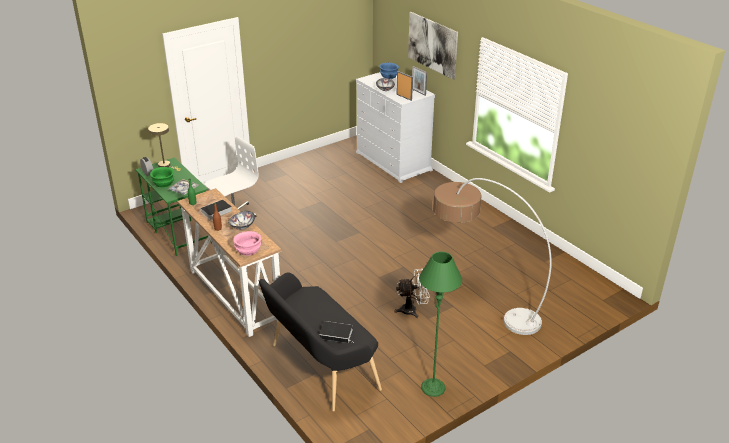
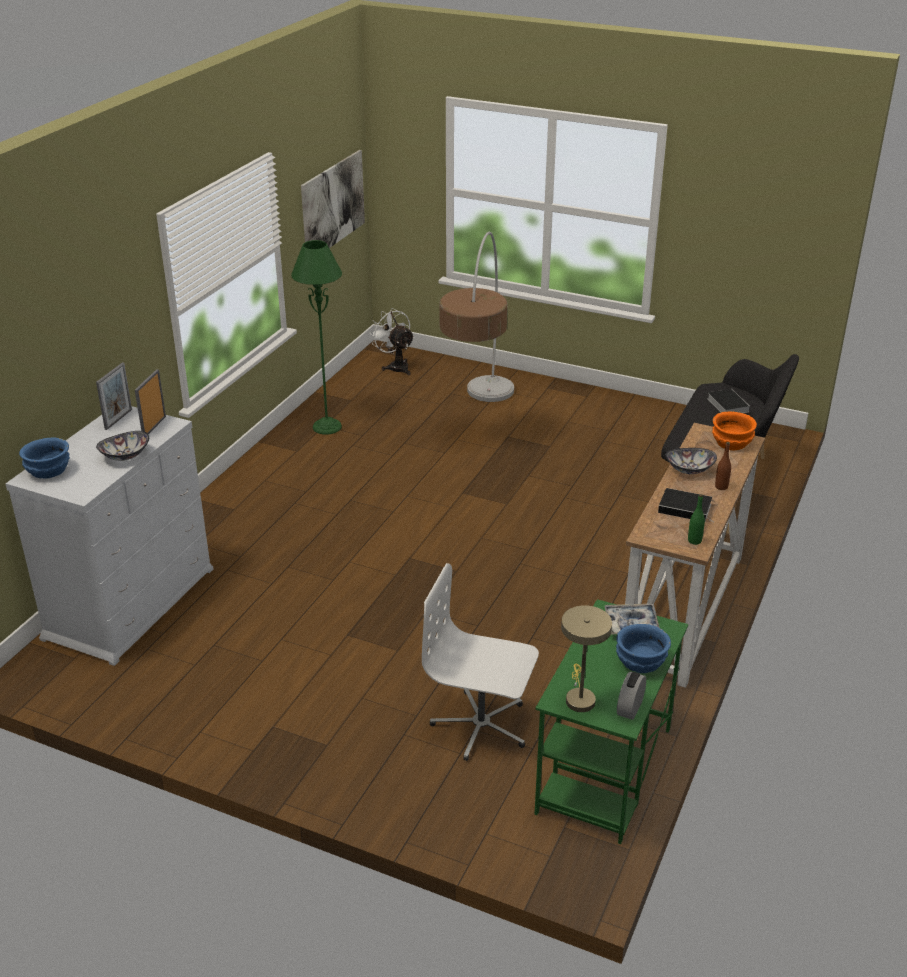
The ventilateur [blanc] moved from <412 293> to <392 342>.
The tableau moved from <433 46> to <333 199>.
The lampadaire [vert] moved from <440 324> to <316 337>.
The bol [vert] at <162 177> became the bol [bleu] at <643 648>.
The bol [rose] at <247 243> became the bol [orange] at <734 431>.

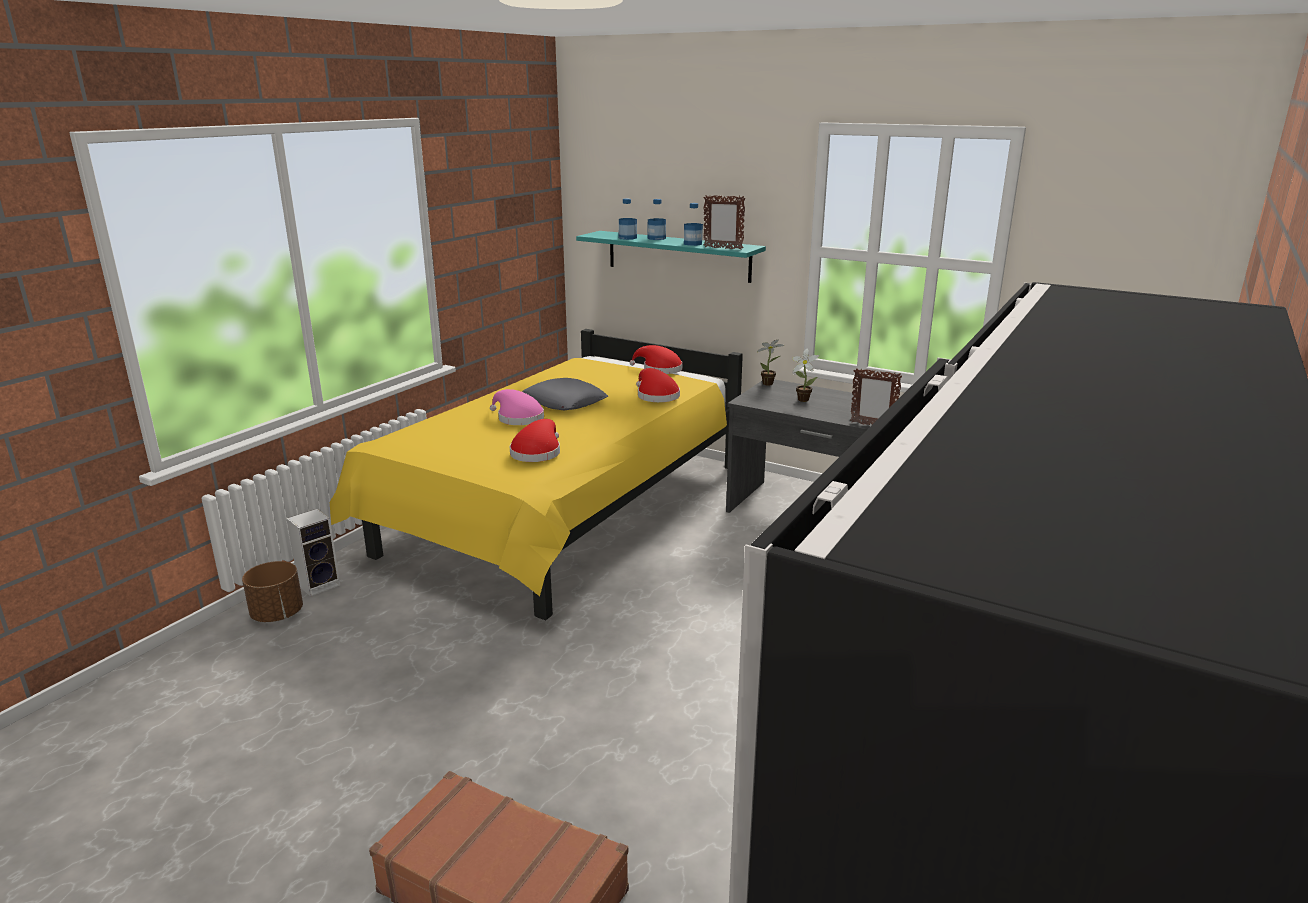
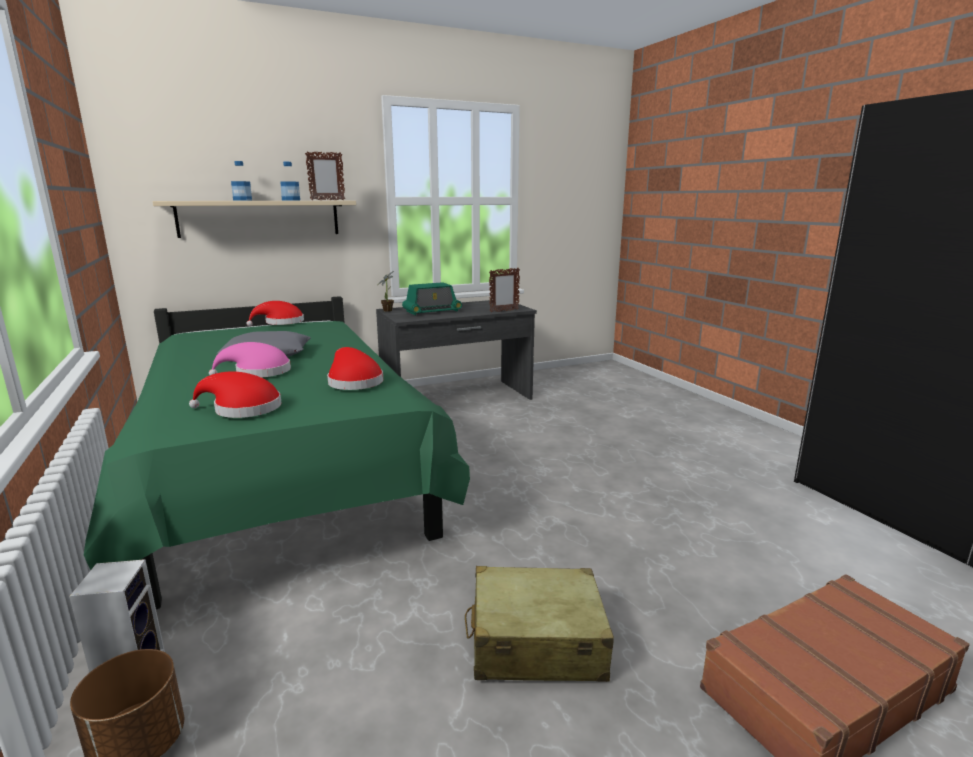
The bouteille at <628 219> disappeared.
The valise [beige] at <539 624> appeared.
The chapeau [rouge] moved from <658 385> to <235 394>.
The plante en pot at <805 375> was replaced by the radio at <432 298>.
The lit [jaune] at <536 474> became the lit [vert] at <277 452>.
The étagère [turquoise] at <671 257> became the étagère [beige] at <254 219>.

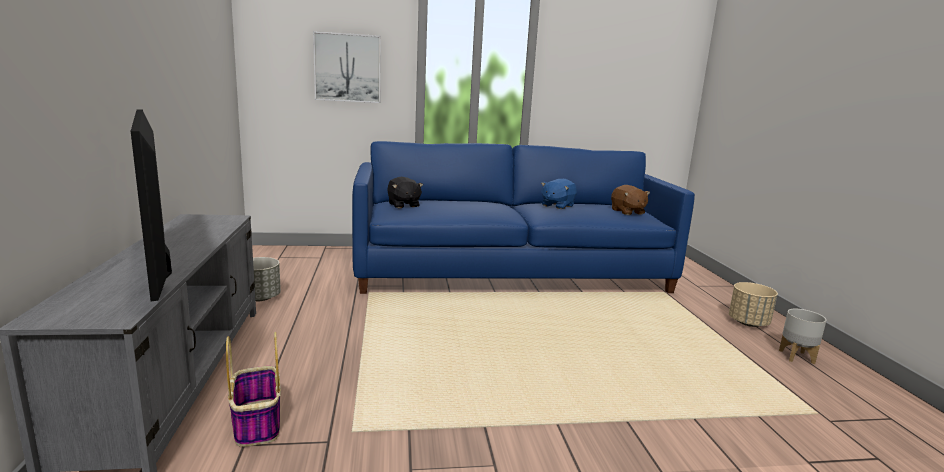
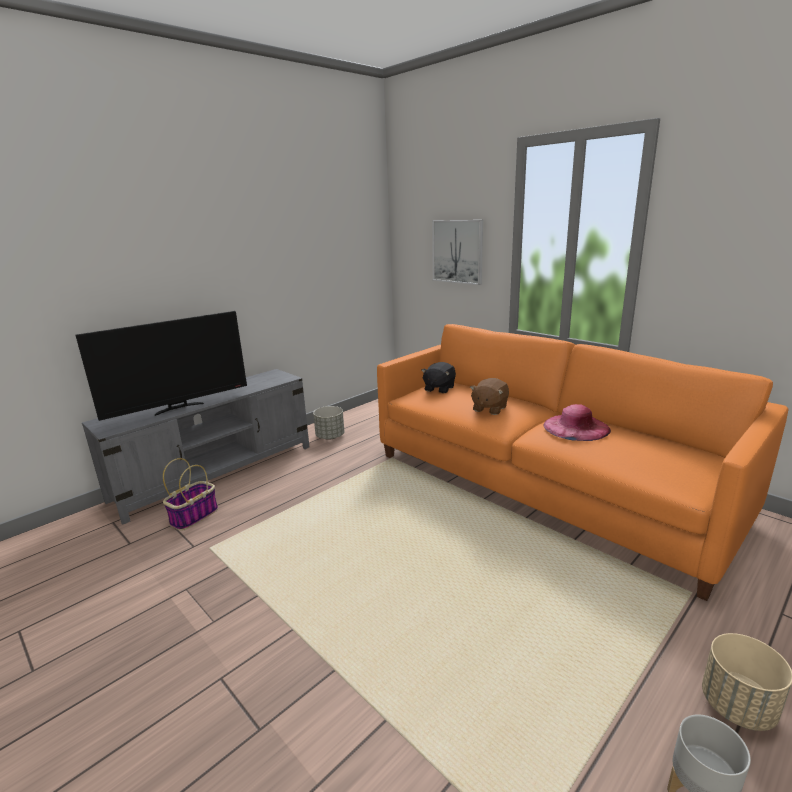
The peluche [marron] moved from <630 200> to <489 396>.
The peluche [bleu] at <559 194> was replaced by the chapeau [rose] at <577 422>.
The canapé [bleu] at <523 217> became the canapé [orange] at <582 462>.
The téléviseur at <151 205> turned 150 degrees counterclockwise.

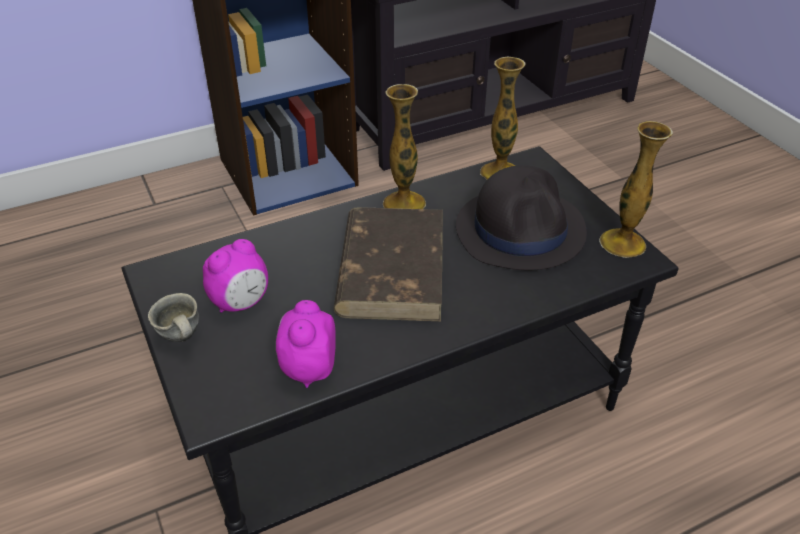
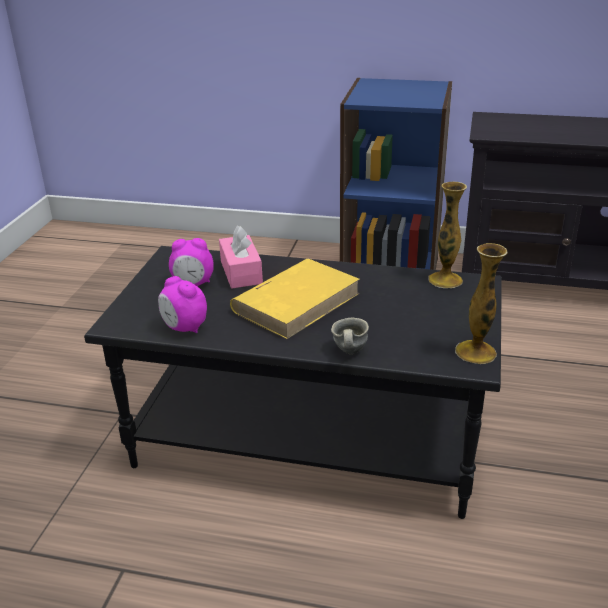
The vase at <404 146> disappeared.
The chapeau [noir] at <521 217> disappeared.
The boîte à mouchoirs [rose] at <241 256> appeared.
The mug [gris] moved from <173 317> to <350 336>.
The livre [marron] at <388 264> became the livre [jaune] at <295 299>.
The réveil at <306 344> turned 90 degrees counterclockwise.

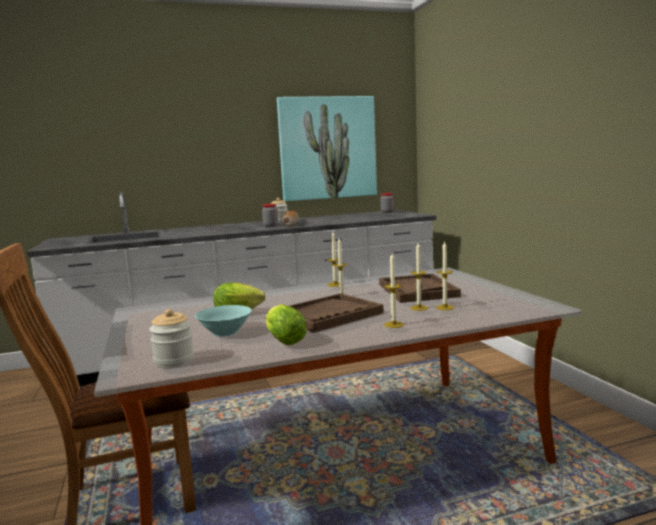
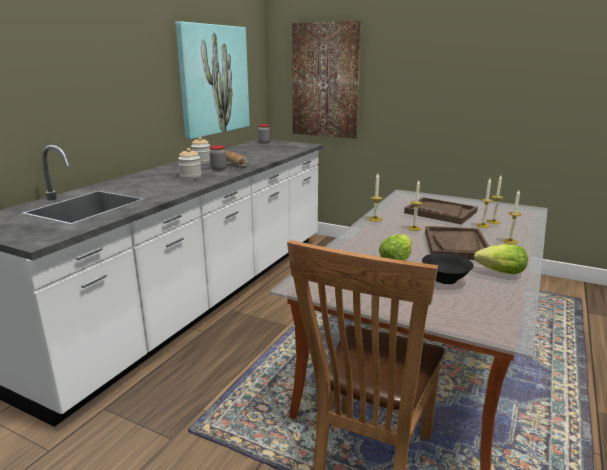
The tableau at <326 80> appeared.
The bocal moved from <171 338> to <190 163>.
The bol [turquoise] at <223 321> became the bol [noir] at <448 268>.

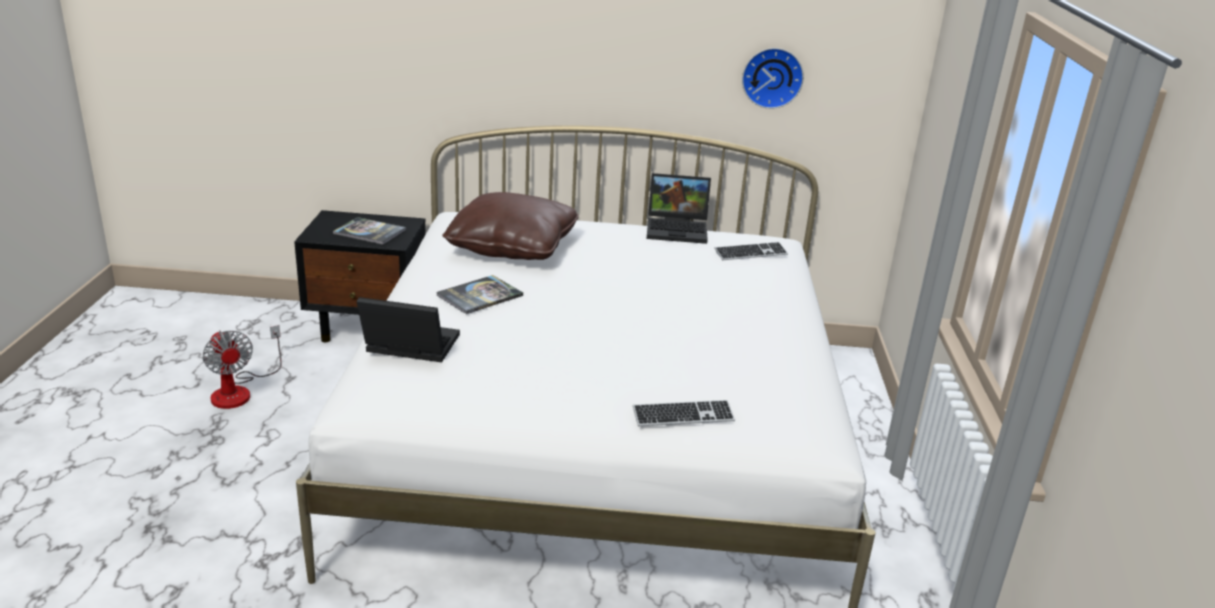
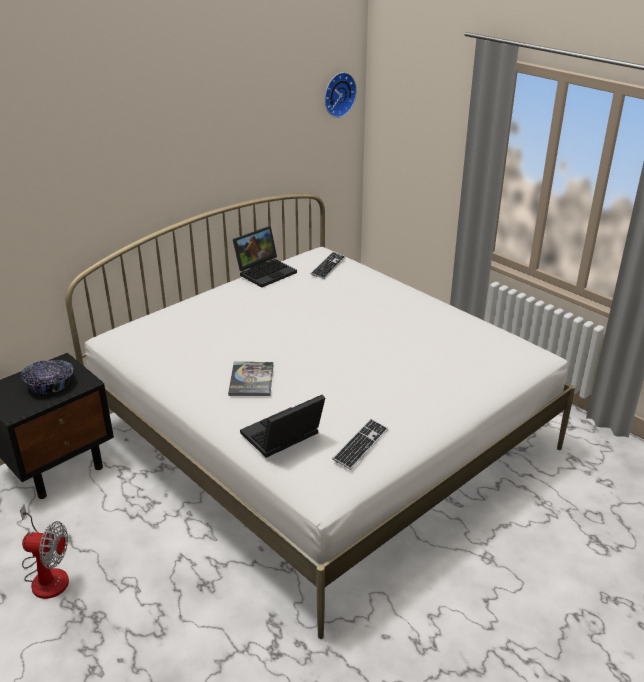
The coussin [marron] at <510 226> disappeared.
The clavier moved from <684 413> to <360 444>.
The horloge murale moved from <773 78> to <341 95>.
The livre at <369 231> was replaced by the bol at <47 377>.

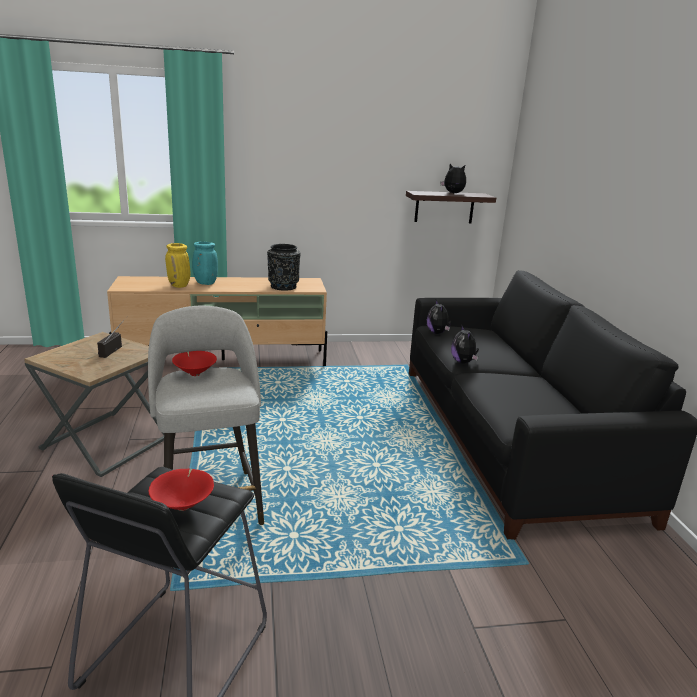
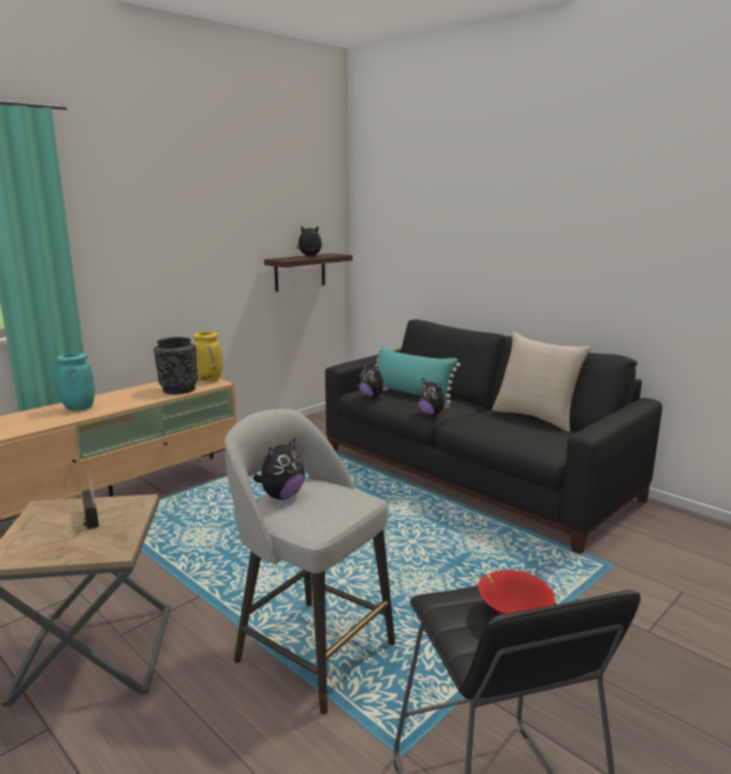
The coussin [turquoise] at <417 375> appeared.
The coussin [beige] at <542 382> appeared.
The vase [jaune] moved from <177 265> to <208 356>.
The bol [rouge] at <194 363> was replaced by the peluche at <279 468>.

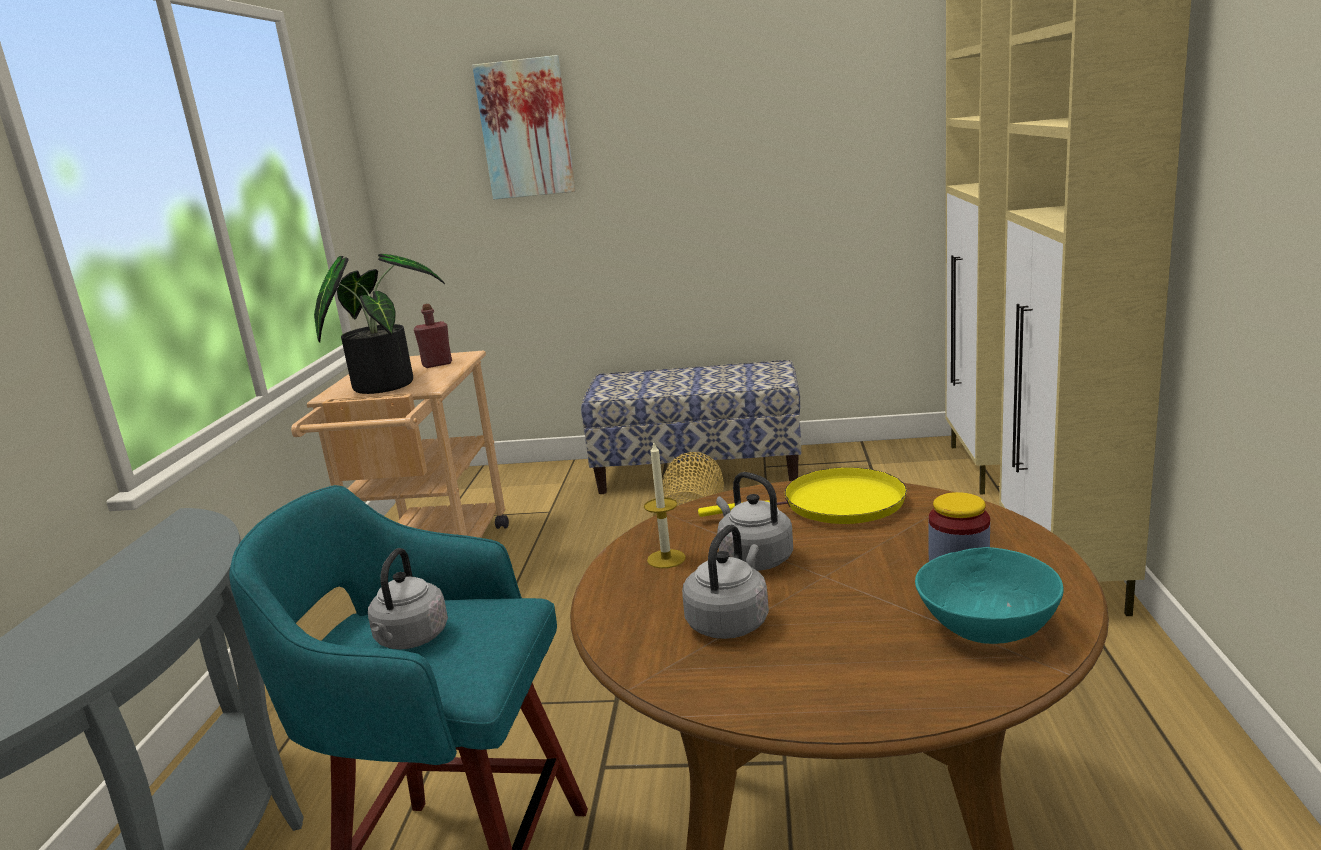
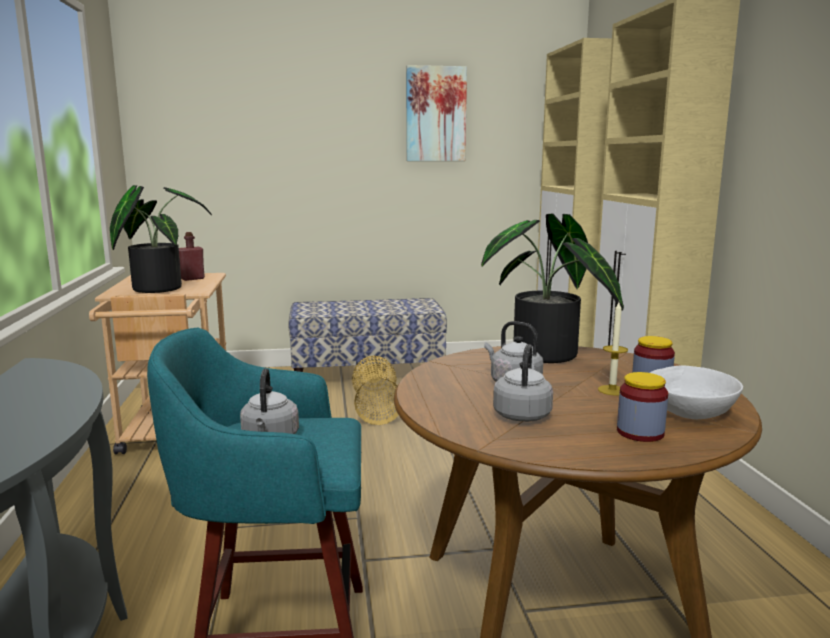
The bocal at <642 407> appeared.
The tableau moved from <524 127> to <436 113>.
The bougie moved from <665 504> to <613 349>.
The poêle [jaune] at <802 495> was replaced by the plante en pot at <552 288>.
The bol [turquoise] at <989 595> became the bol [blanc] at <696 392>.

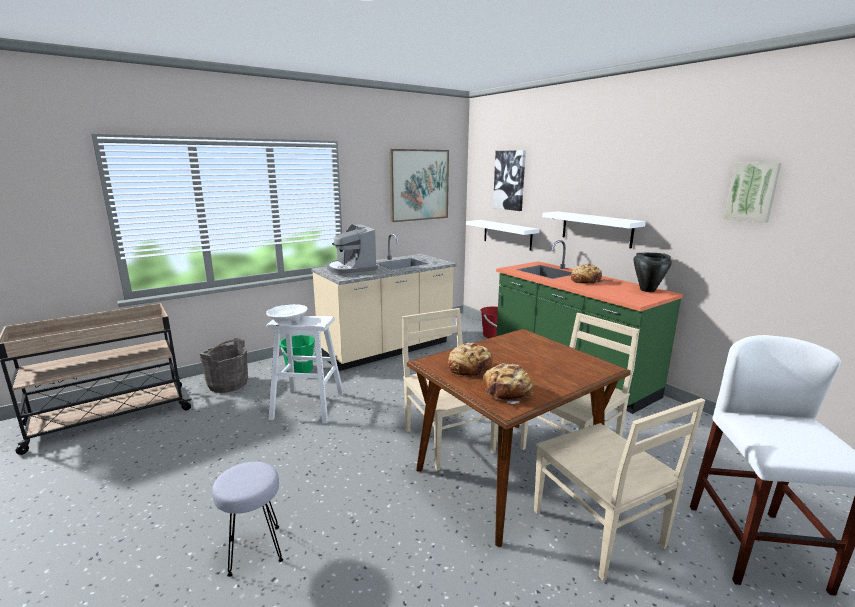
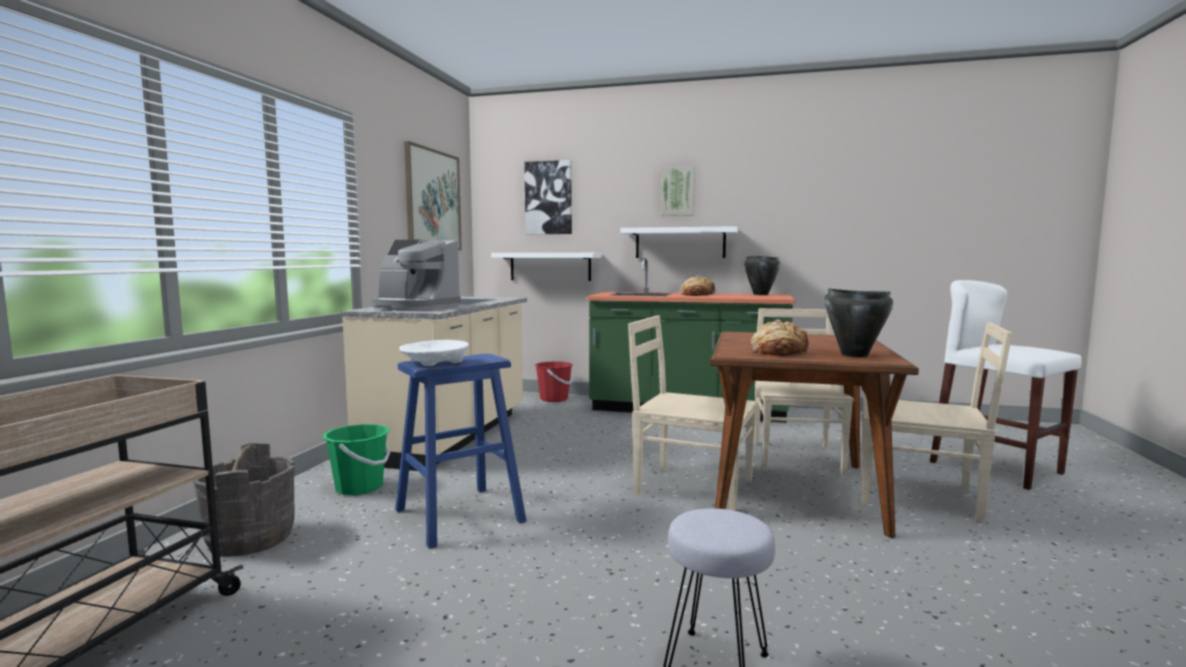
The tableau moved from <752 193> to <678 191>.
The pain at <508 383> was replaced by the marmite [noir] at <858 323>.
The tabouret [blanc] at <305 370> became the tabouret [bleu] at <461 451>.

